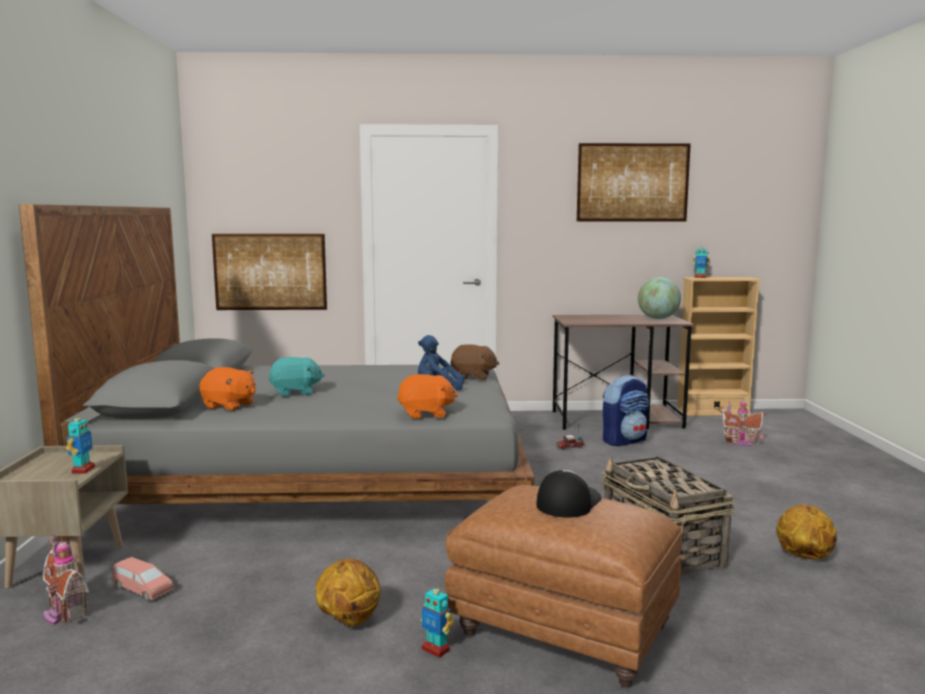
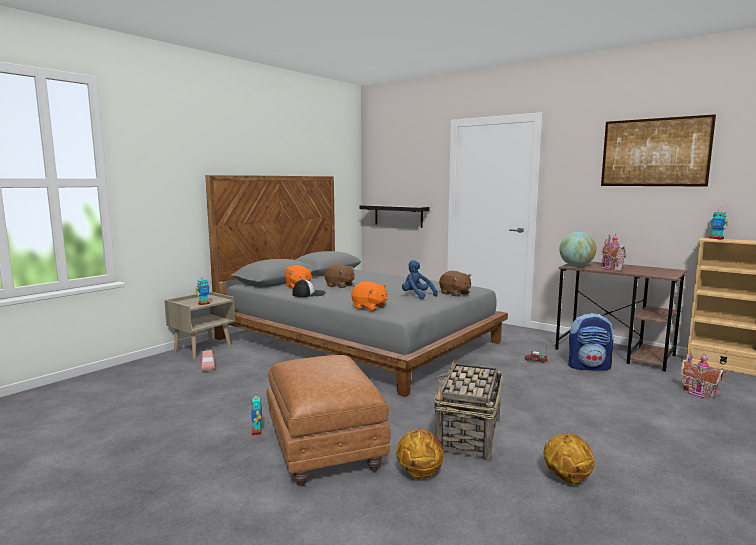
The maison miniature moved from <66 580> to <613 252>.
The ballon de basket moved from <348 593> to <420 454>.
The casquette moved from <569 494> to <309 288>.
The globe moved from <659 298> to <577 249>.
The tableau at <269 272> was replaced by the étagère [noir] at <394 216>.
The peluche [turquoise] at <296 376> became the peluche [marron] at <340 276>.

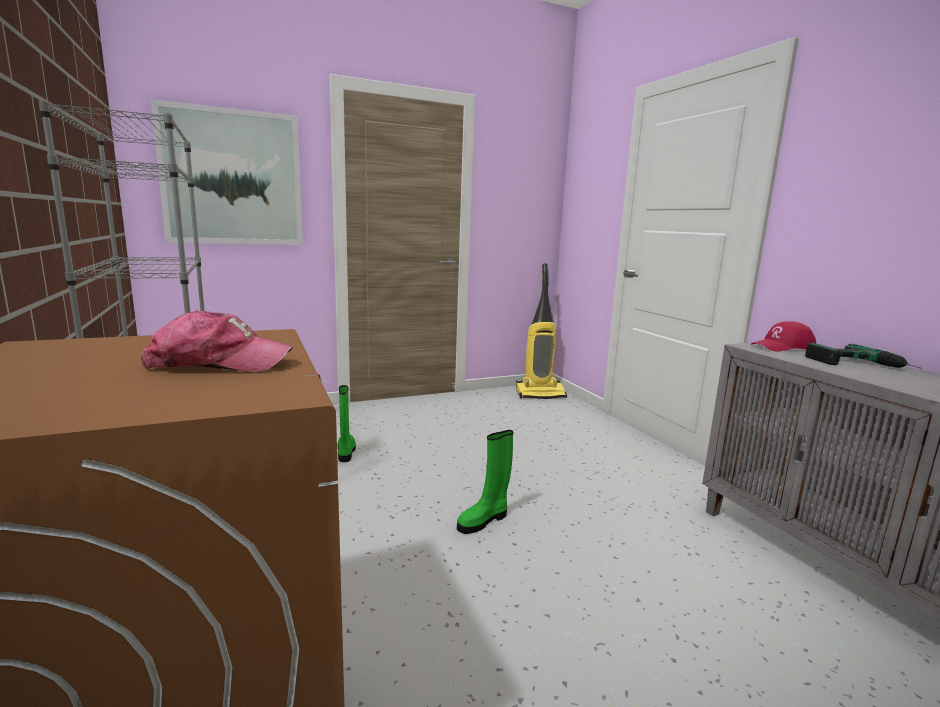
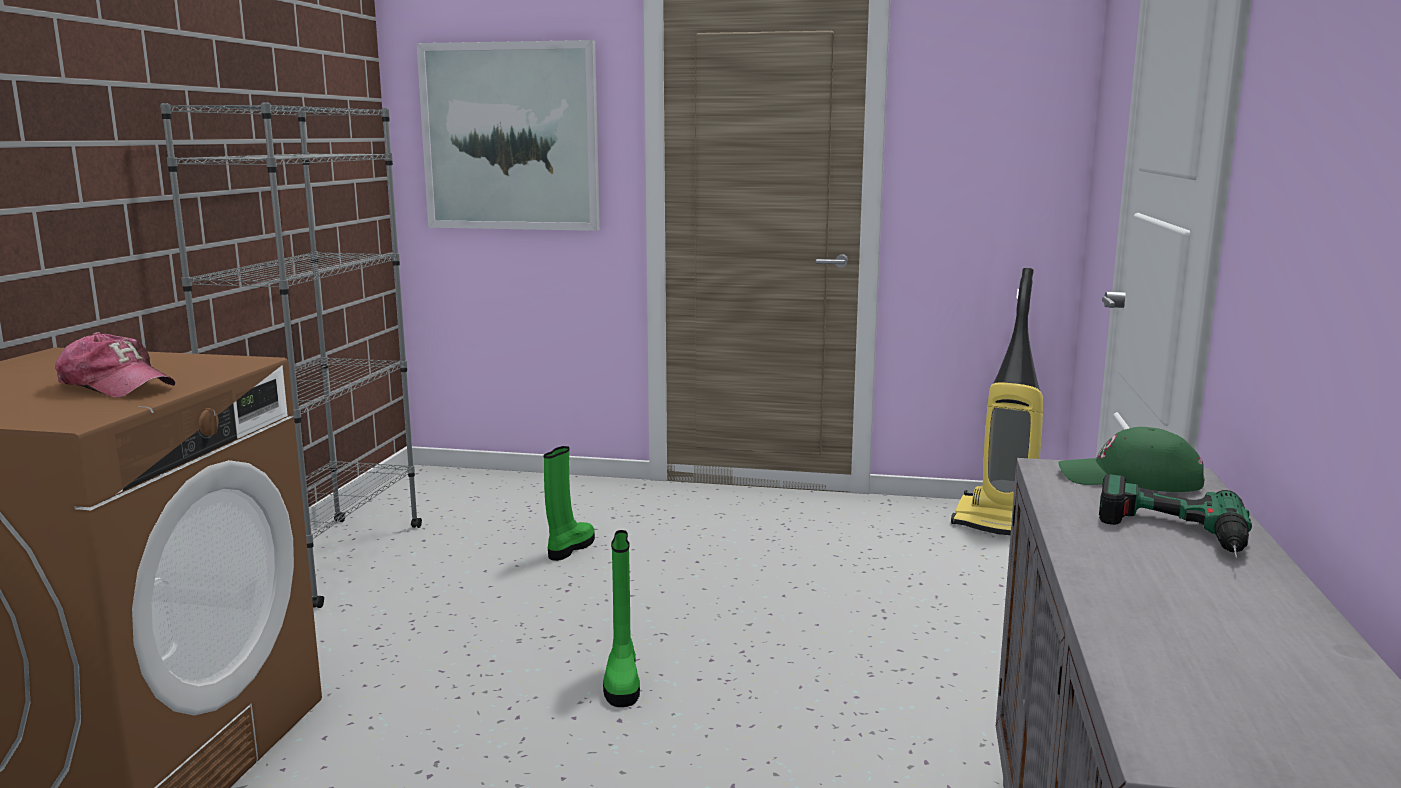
The casquette [rouge] at <783 336> became the casquette [vert] at <1131 459>.
The botte [vert] at <485 482> turned 90 degrees counterclockwise.

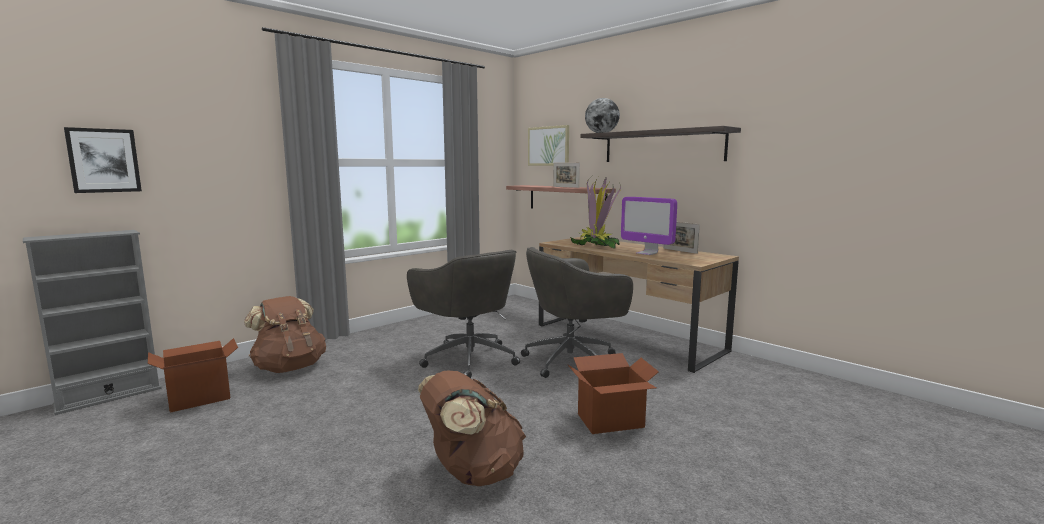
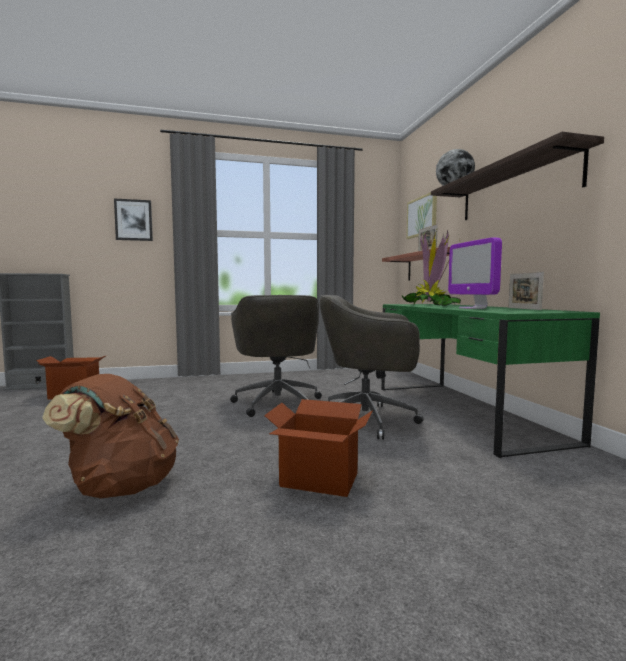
The sac à dos [marron] at <285 334> disappeared.
The tableau moved from <103 160> to <133 219>.
The bureau [marron] at <639 305> became the bureau [vert] at <490 381>.

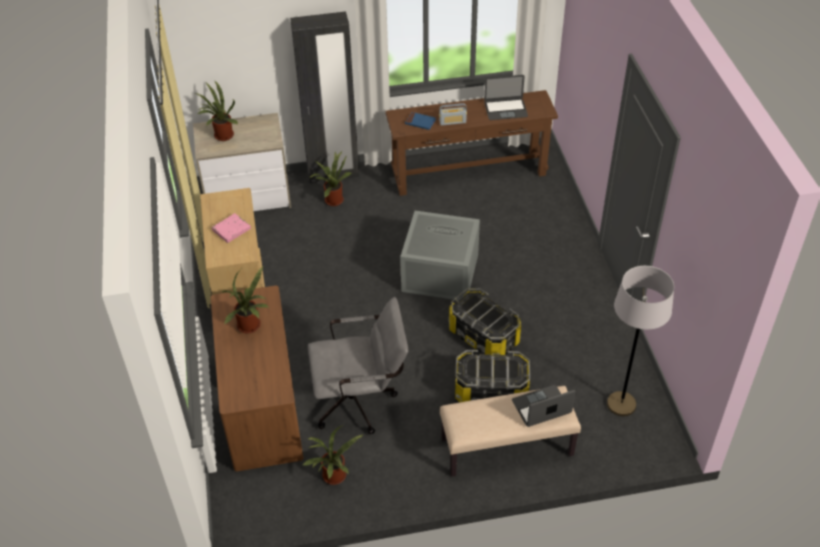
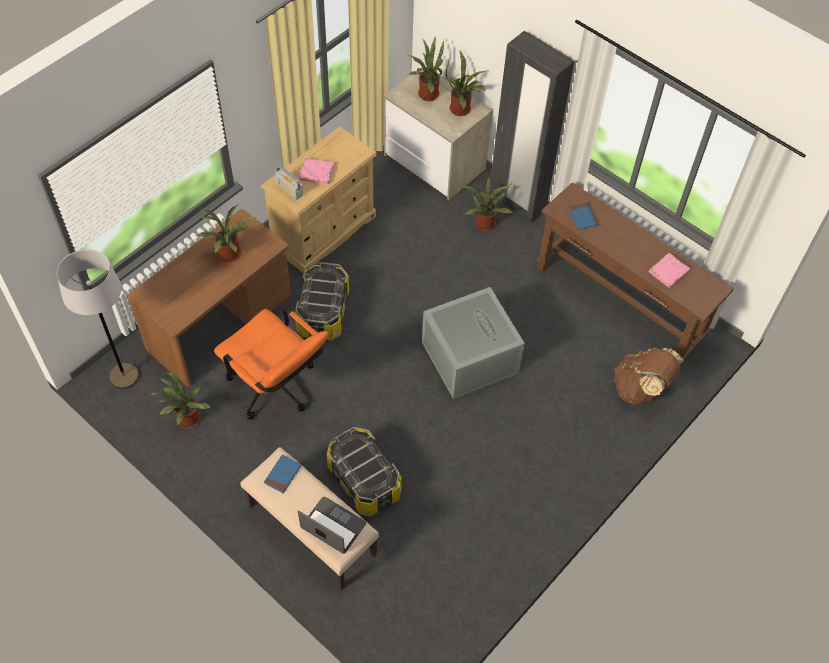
The livre [bleu] at <282 473> appeared.
The plante en pot at <466 83> appeared.
The sac à dos [marron] at <649 376> appeared.
The radio moved from <453 114> to <289 182>.
The boîte de rangement moved from <485 322> to <322 301>.
The lampadaire [gris] moved from <640 341> to <98 319>.
The ordinateur portable at <506 97> was replaced by the livre [rose] at <669 270>.
The chaise de bureau [gris] at <358 365> became the chaise de bureau [orange] at <271 363>.

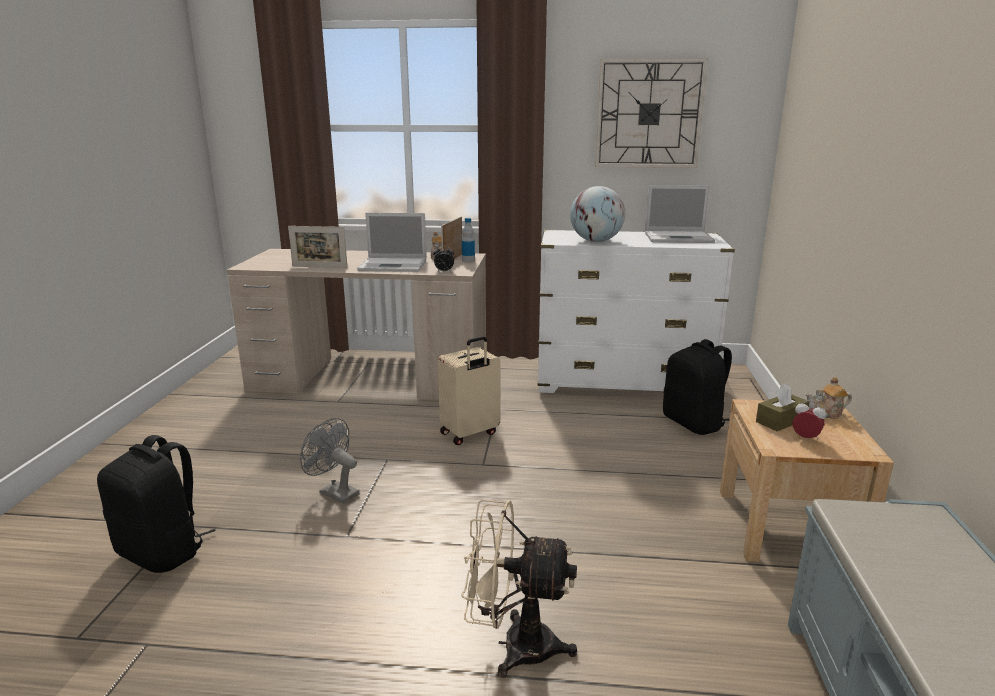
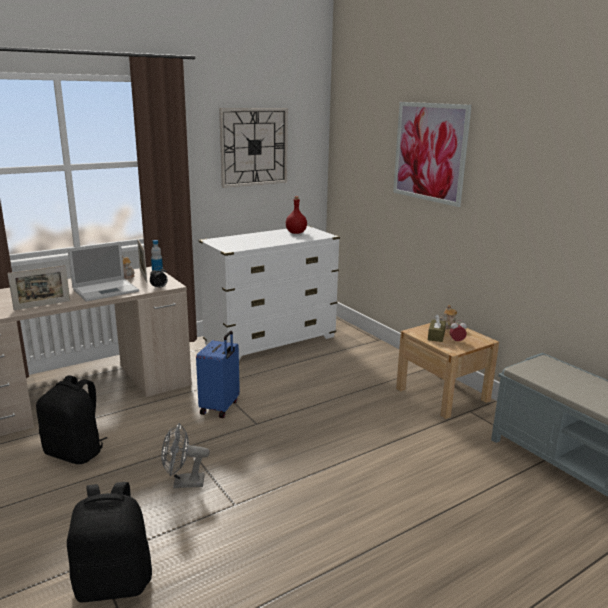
The ventilateur [beige] at <519 588> disappeared.
The globe at <597 214> disappeared.
The tableau at <432 154> appeared.
The sac à dos [noir] moved from <697 387> to <71 419>.
The ordinateur portable at <680 214> was replaced by the bouteille [rouge] at <296 215>.
The valise [beige] at <469 390> became the valise [bleu] at <218 374>.

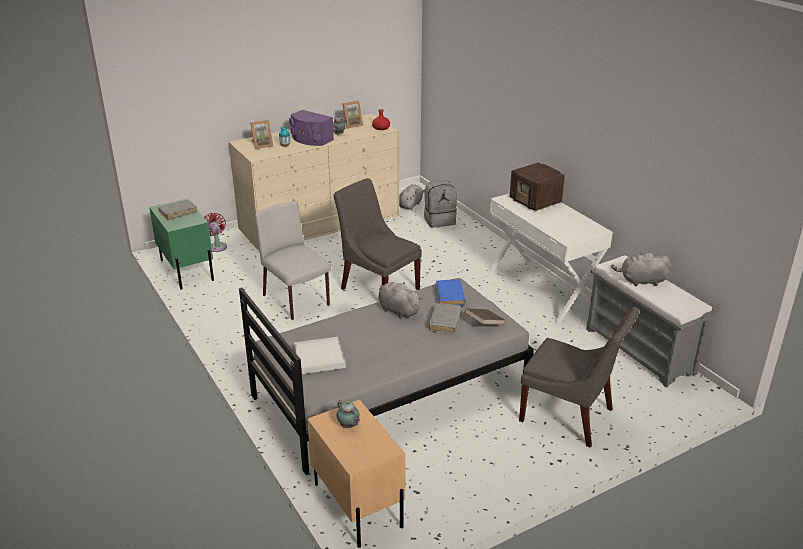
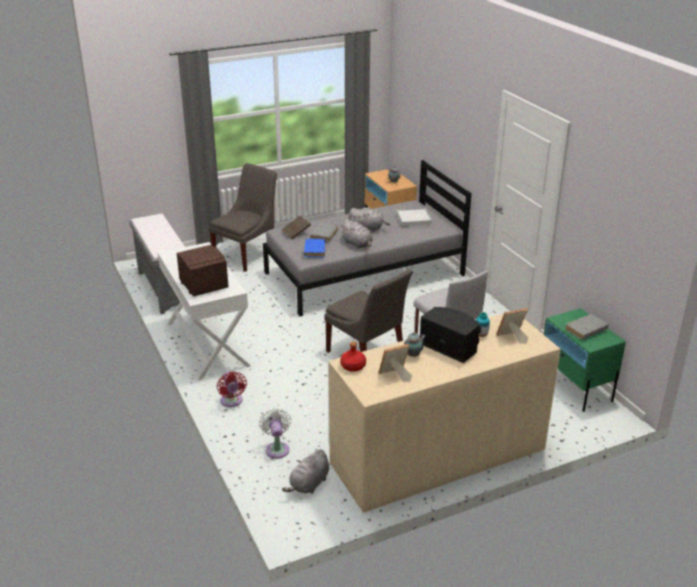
The ventilateur [rouge] moved from <215 232> to <232 389>.
The peluche [gris] moved from <641 269> to <369 219>.
The sac à dos [gris] at <440 204> was replaced by the ventilateur [blanc] at <275 433>.
The enceinte [violet] at <311 128> became the enceinte [noir] at <450 335>.
The chaise [gris] at <579 377> turned 90 degrees clockwise.

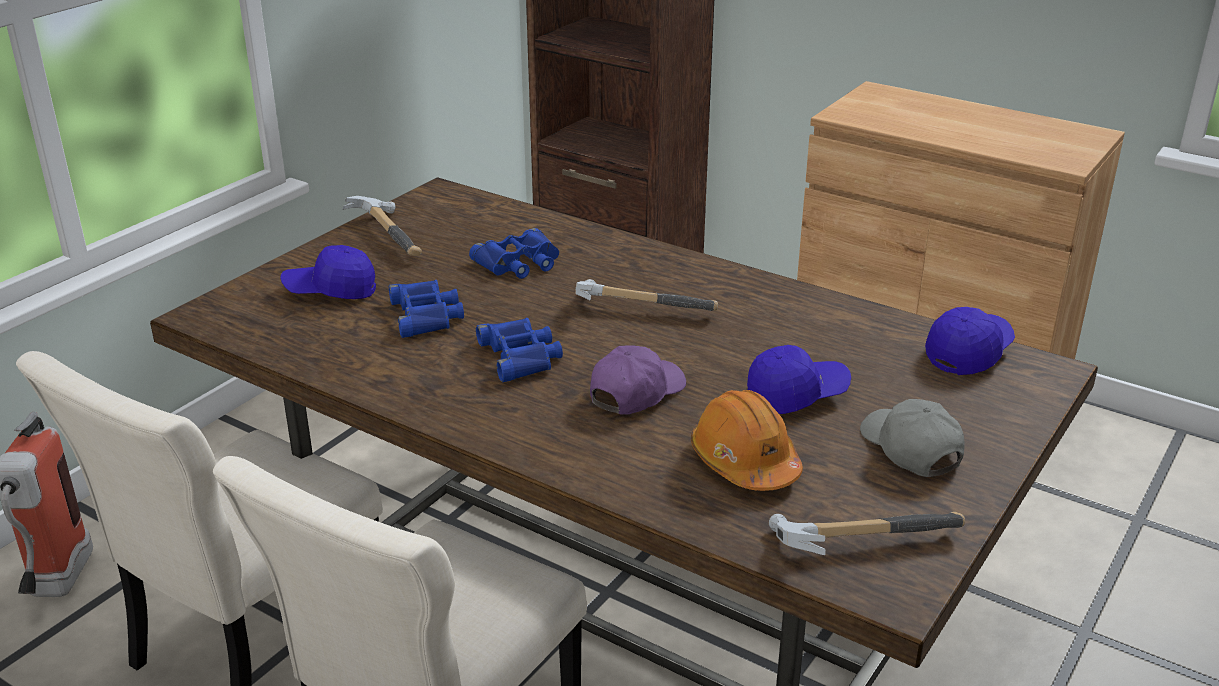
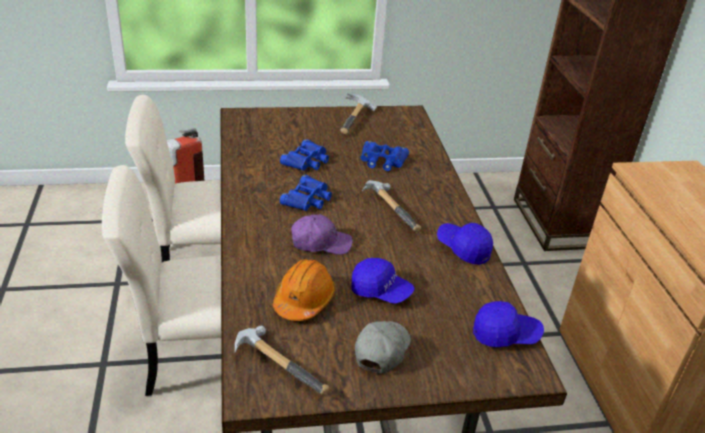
The casquette [bleu] moved from <328 272> to <465 244>.

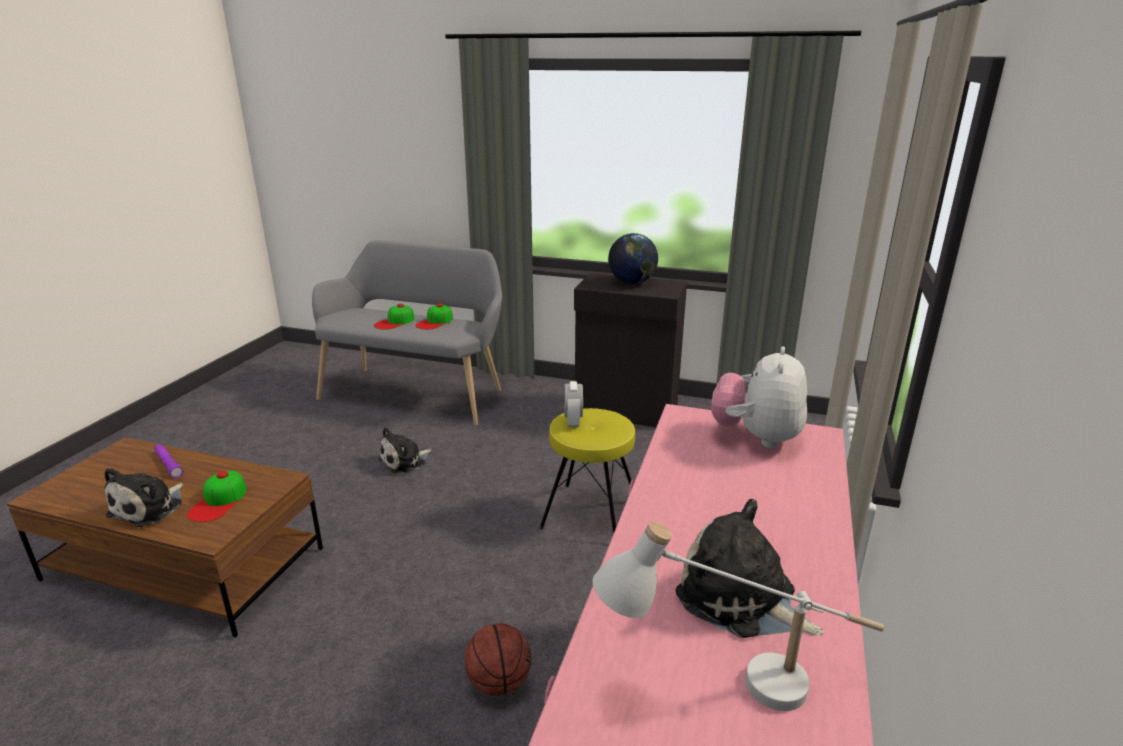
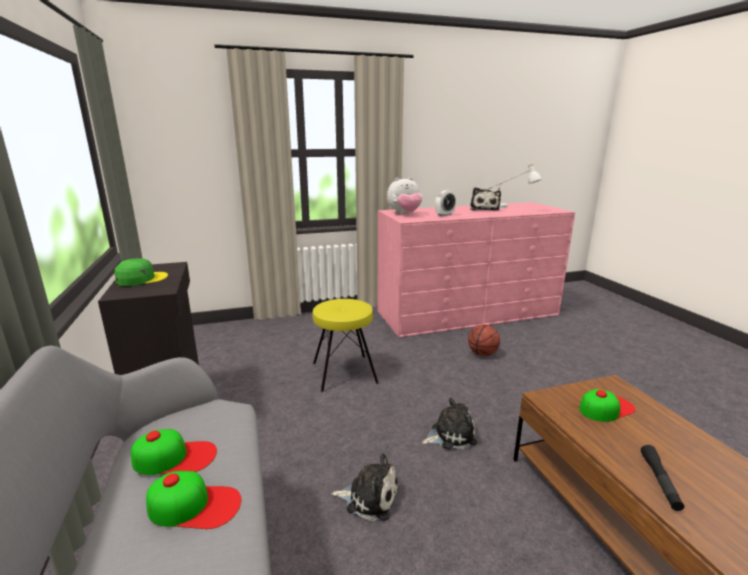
The peluche moved from <144 497> to <449 424>.
The réveil moved from <573 404> to <445 203>.
The globe at <633 258> was replaced by the casquette [vert] at <141 272>.
The lampe de poche [violet] at <168 461> became the lampe de poche [noir] at <662 478>.

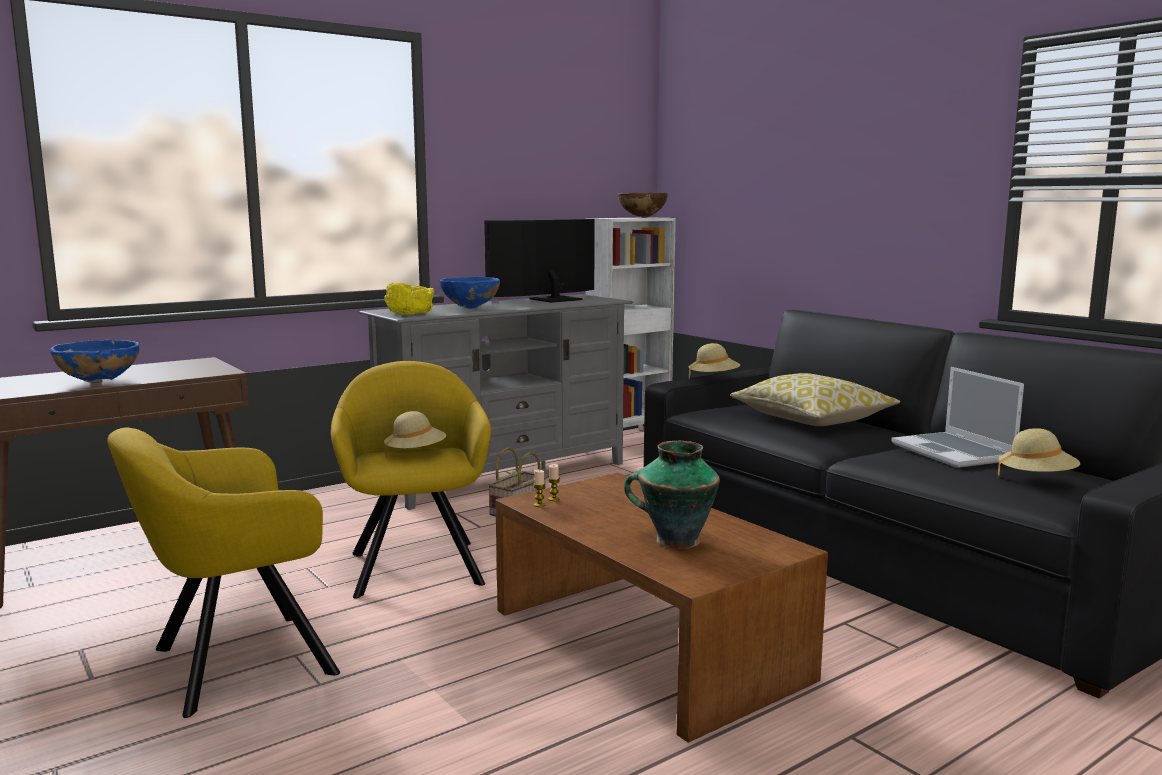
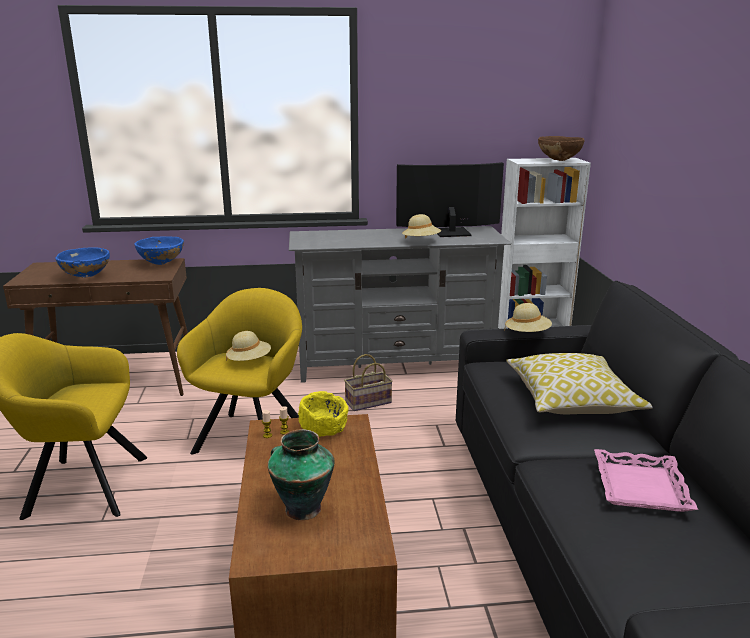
The bol [jaune] moved from <409 299> to <323 414>.
The bol [bleu] moved from <469 293> to <159 250>.
The chapeau [beige] moved from <1039 452> to <421 226>.
The ordinateur portable at <957 417> was replaced by the plateau [rose] at <646 480>.

